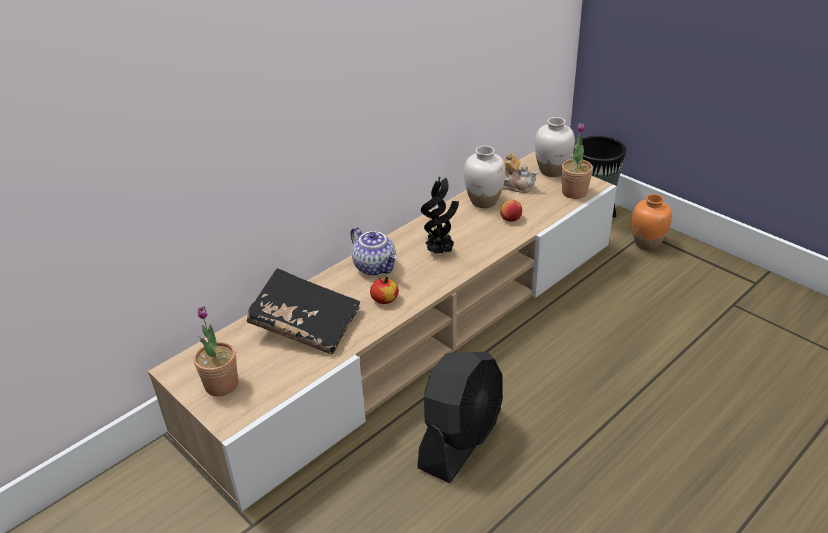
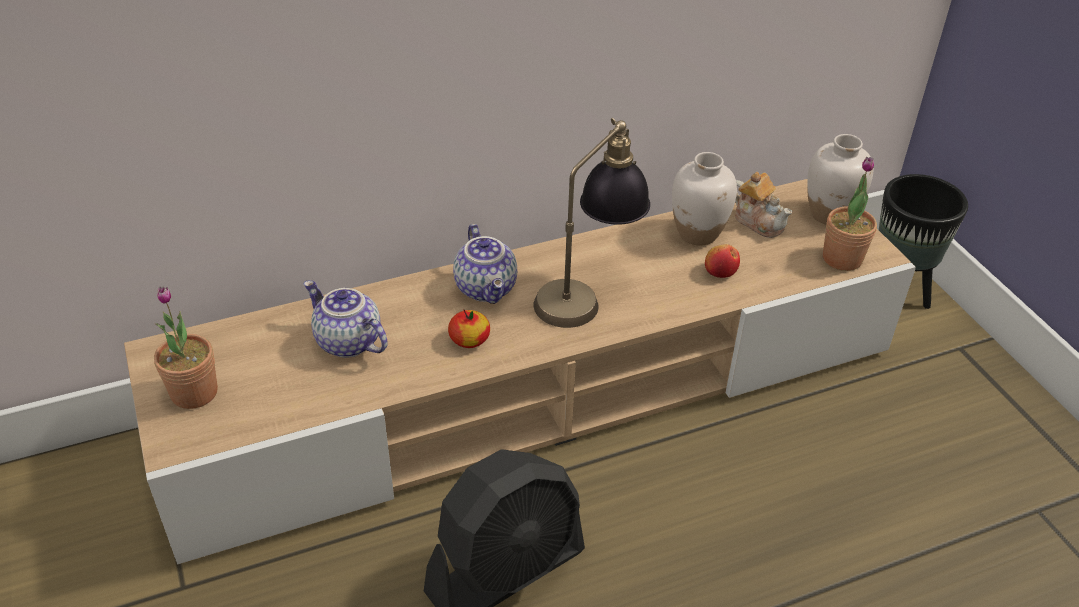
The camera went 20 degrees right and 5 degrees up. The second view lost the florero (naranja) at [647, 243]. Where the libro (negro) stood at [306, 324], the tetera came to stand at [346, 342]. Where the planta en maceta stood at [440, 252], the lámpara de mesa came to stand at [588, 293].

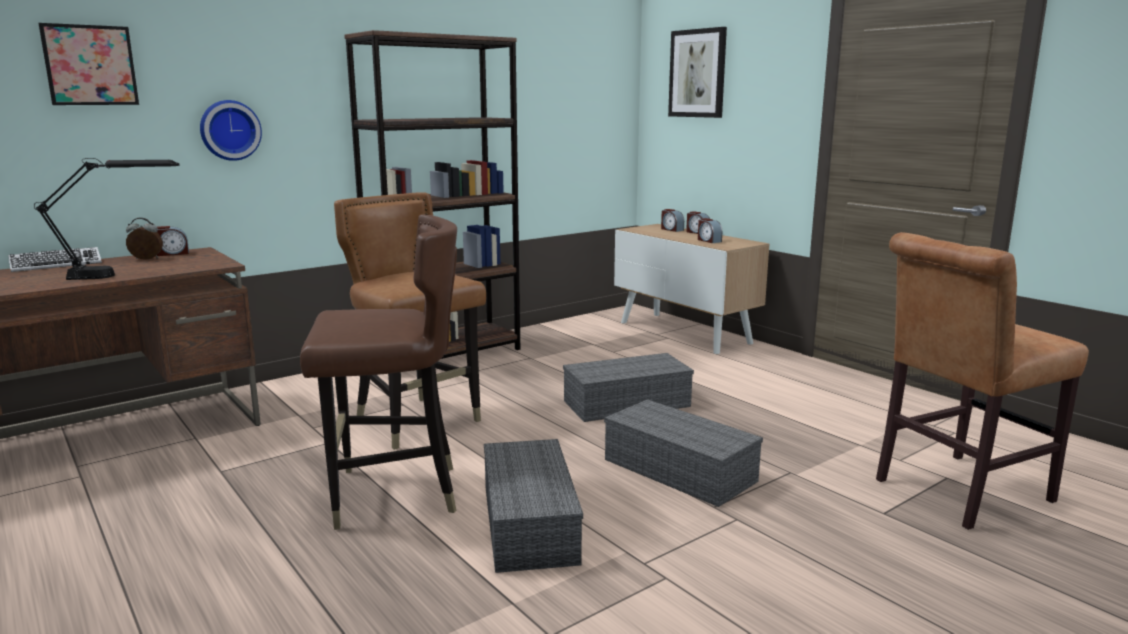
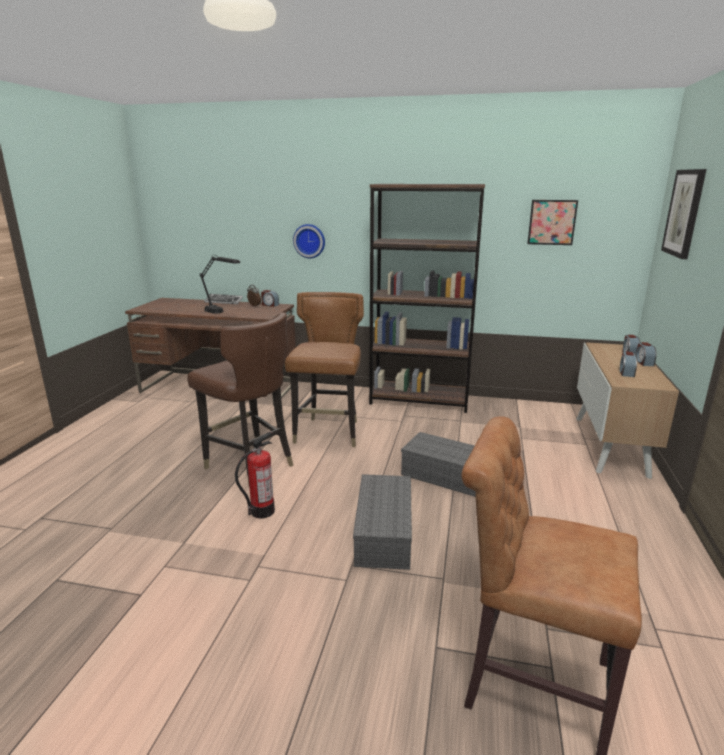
The camera went 50 degrees right and 5 degrees up. The cuadro ended up elsewhere, having gone from [90, 65] to [552, 222]. Where the caja de almacenaje (gris) stood at [527, 522], the extintor came to stand at [262, 511].

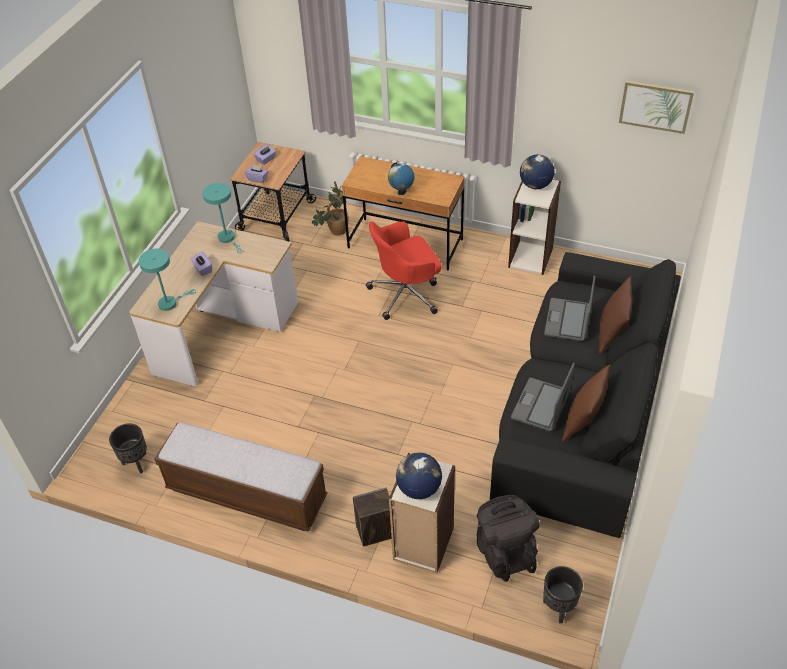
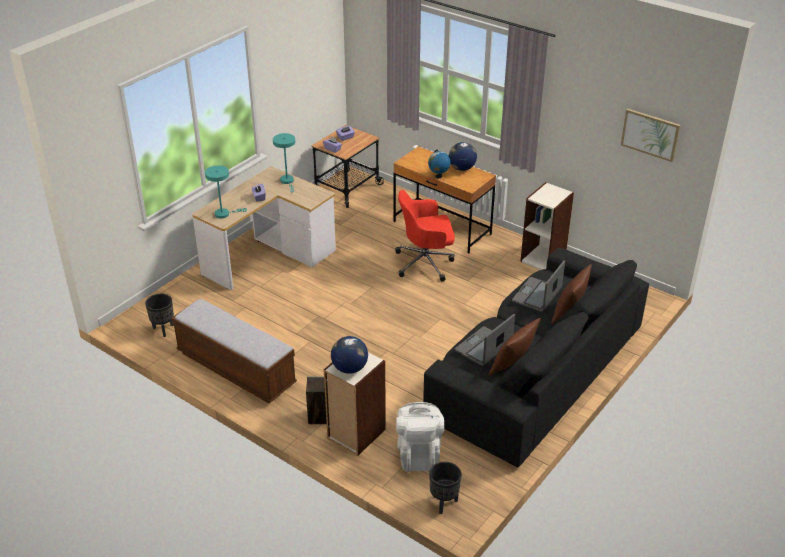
The camera went 15 degrees right and 10 degrees down. The second view lost the planta en maceta at [335, 232]. The globo terráqueo ended up elsewhere, having gone from [535, 185] to [461, 168]. What was the mochila (negro) at [504, 551] turned into the mochila (blanco) at [419, 454].

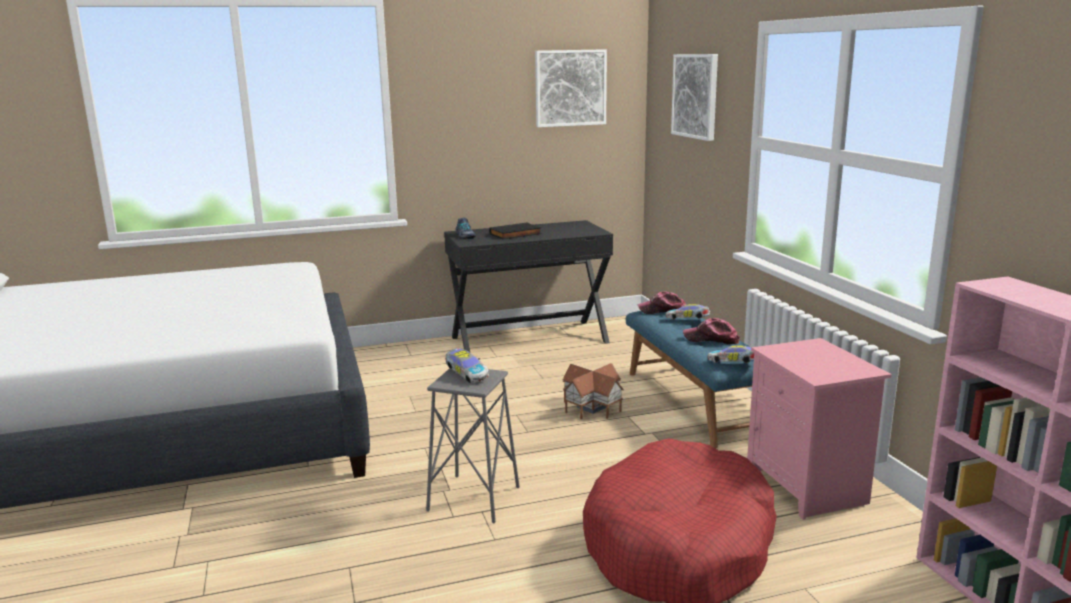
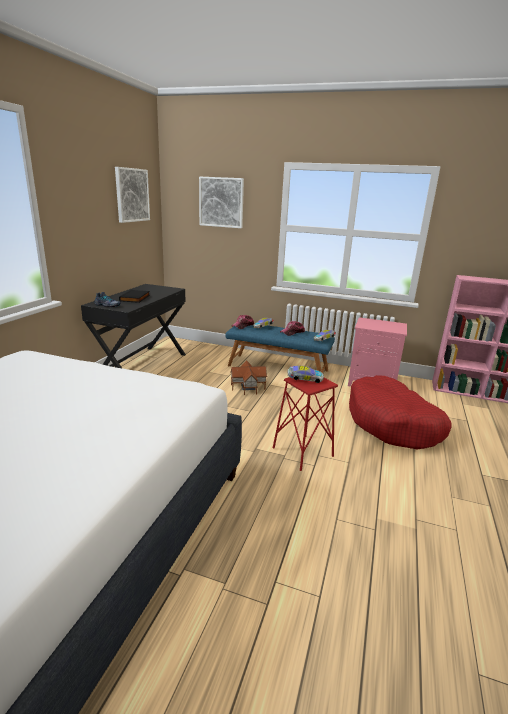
The camera went 55 degrees left and 5 degrees up. What was the taburete (gris) at [474, 498] turned into the taburete (rojo) at [302, 452].

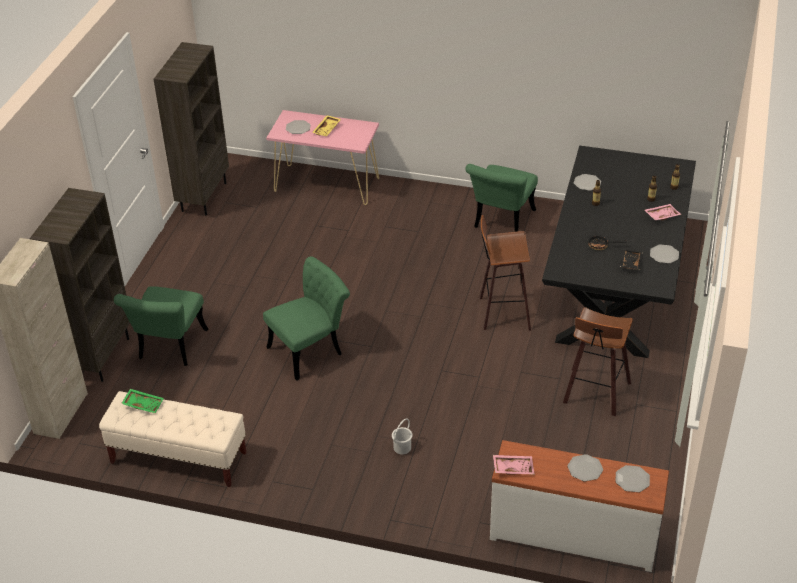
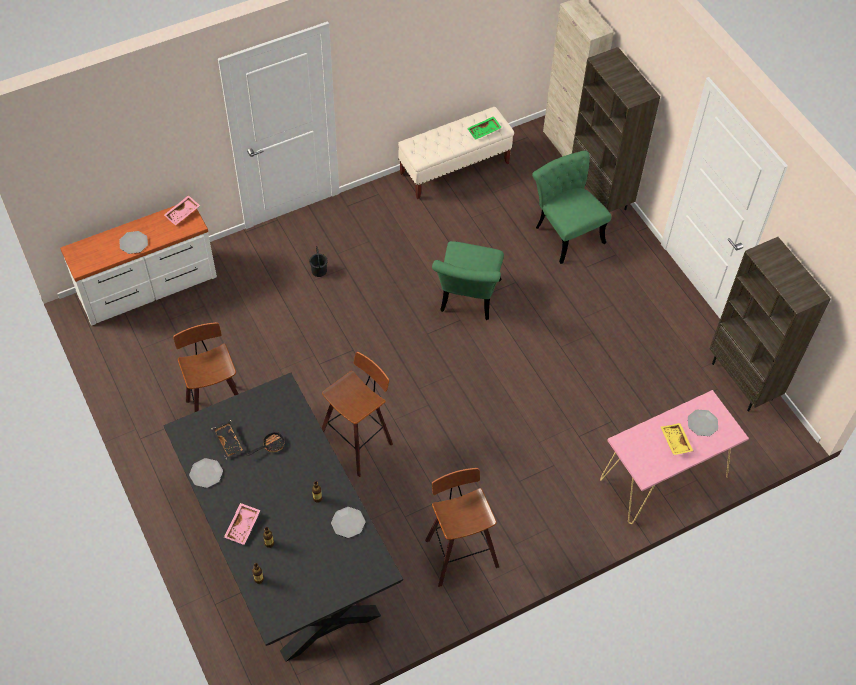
The camera went 135 degrees right and 15 degrees up. The second view lost the plato at [632, 479]. Where the silla (verde) stood at [501, 222], the taburete came to stand at [458, 552]. What was the cubo (blanco) at [402, 447] turned into the cubo (negro) at [319, 270].

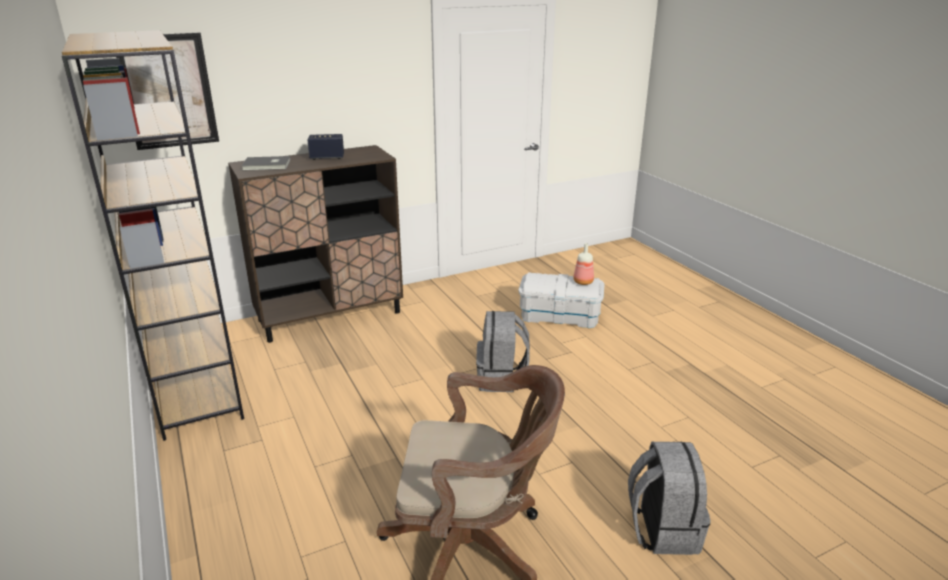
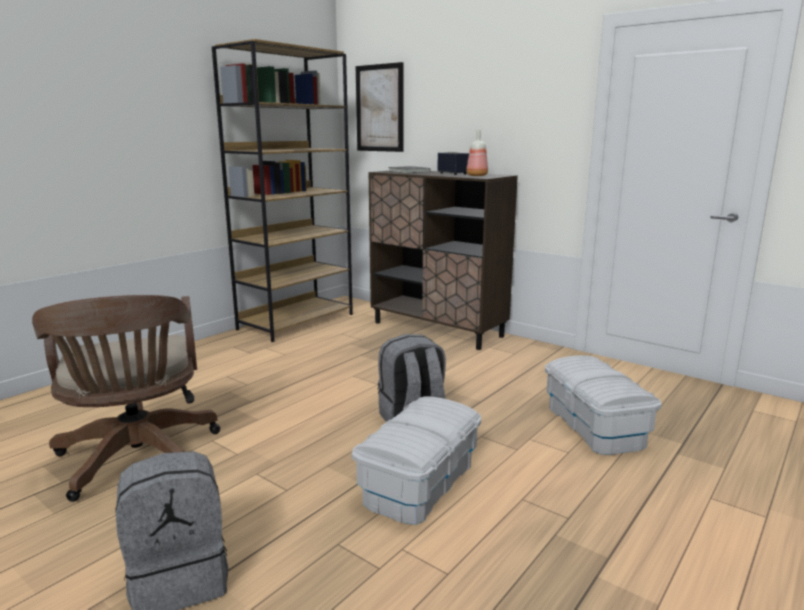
The camera went 65 degrees right and 10 degrees down. The second view gained the caja de almacenaje (blanco) at [420, 483]. The botella ended up elsewhere, having gone from [583, 282] to [477, 176].

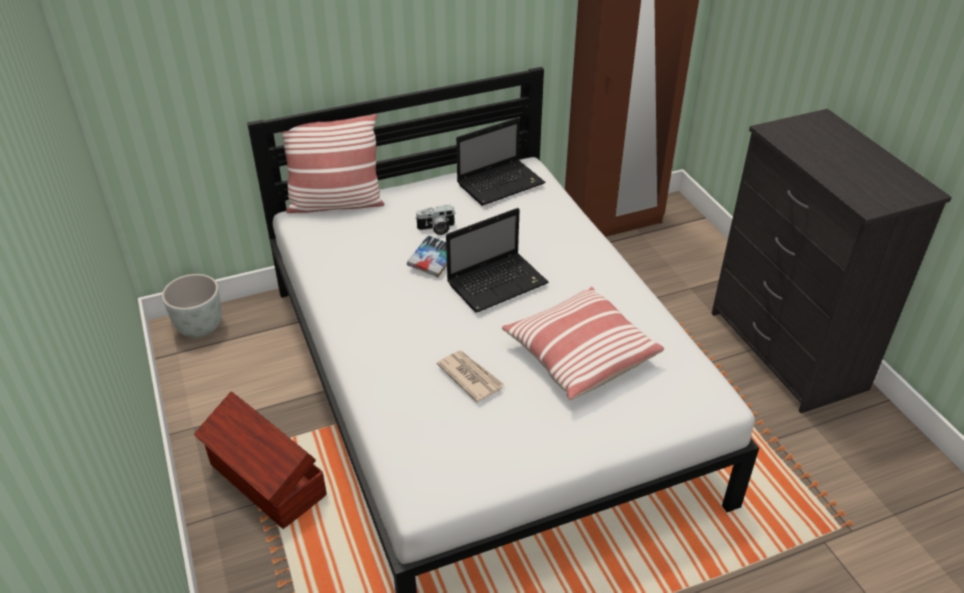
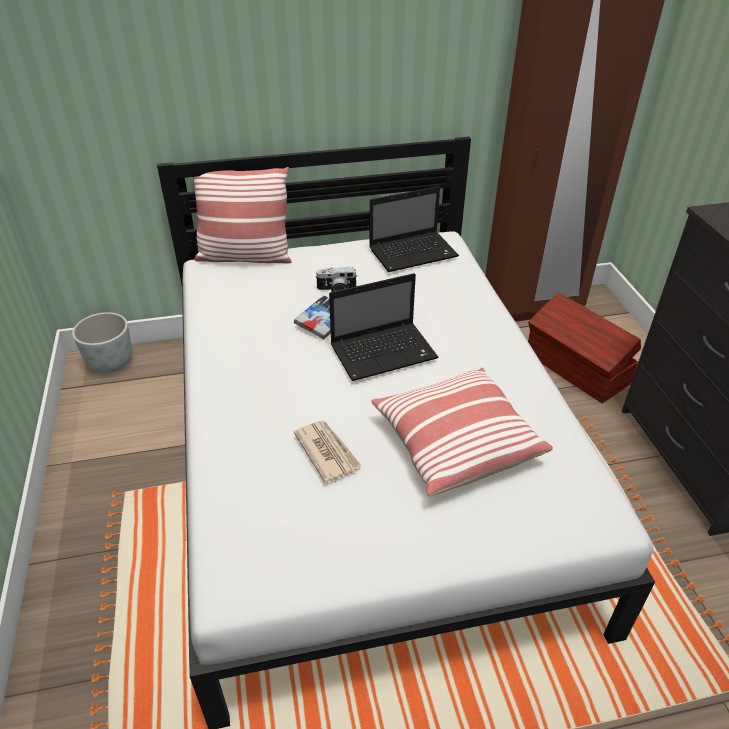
The camera went 10 degrees right and 0 degrees up. The caja de almacenaje (marrón) ended up elsewhere, having gone from [266, 481] to [576, 369].

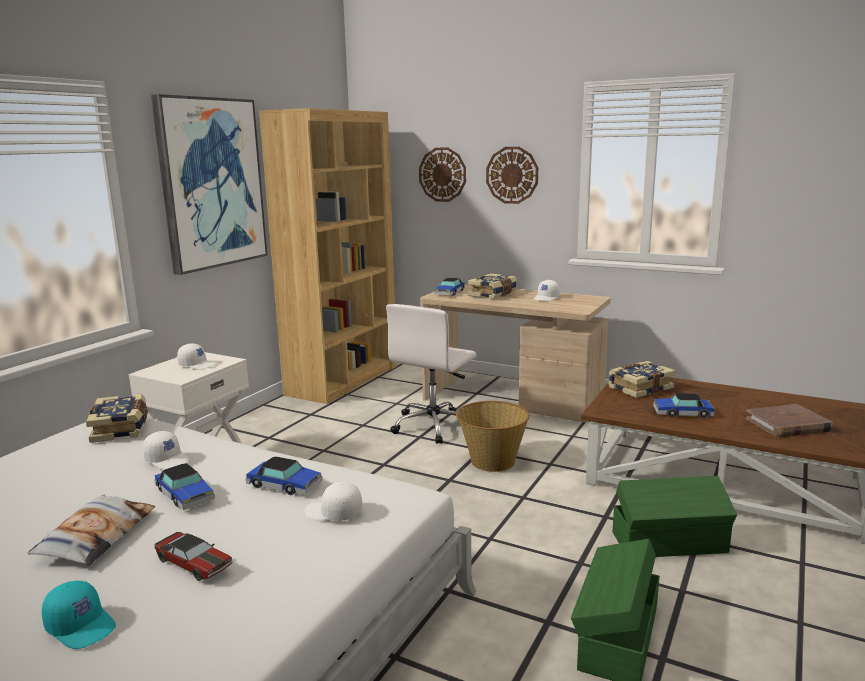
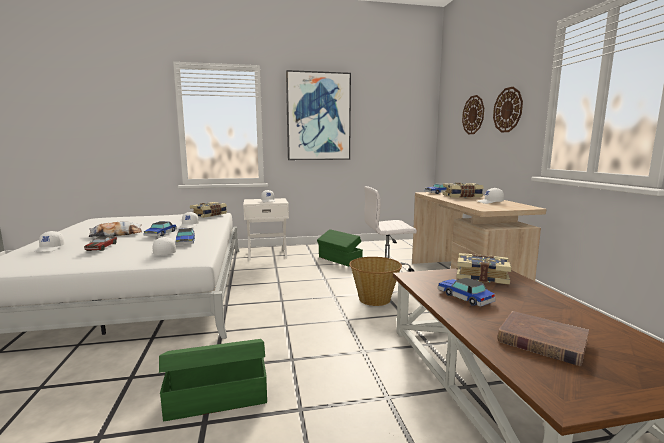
The camera went 50 degrees right and 5 degrees down. The second view lost the estantería (marrón) at [343, 380]. The caja de almacenaje (verde) ended up elsewhere, having gone from [670, 543] to [339, 260]. What was the gorra (turquesa) at [82, 626] turned into the gorra (blanco) at [50, 248].

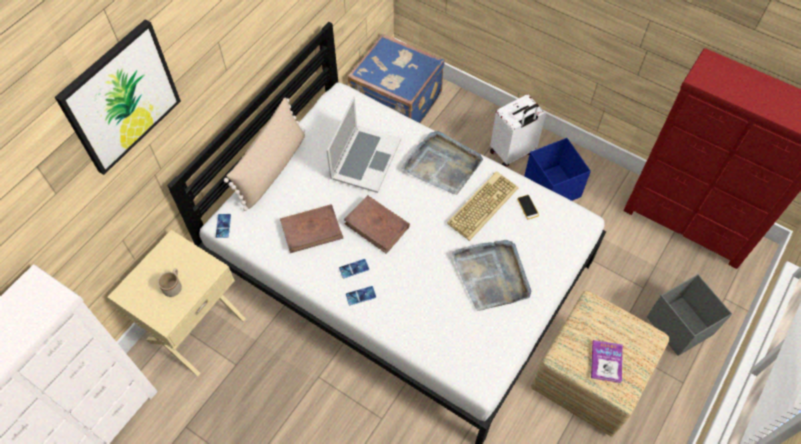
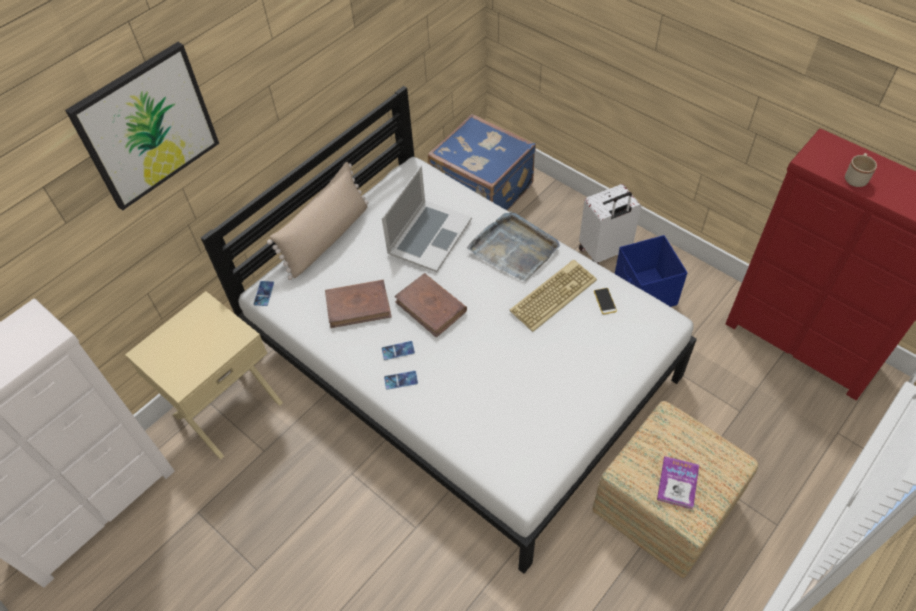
The camera went 10 degrees right and 5 degrees down. The second view lost the bandeja (gris) at [492, 275]. The second view lost the caja de almacenaje (gris) at [679, 325]. The taza grande (beis) ended up elsewhere, having gone from [174, 286] to [856, 177].

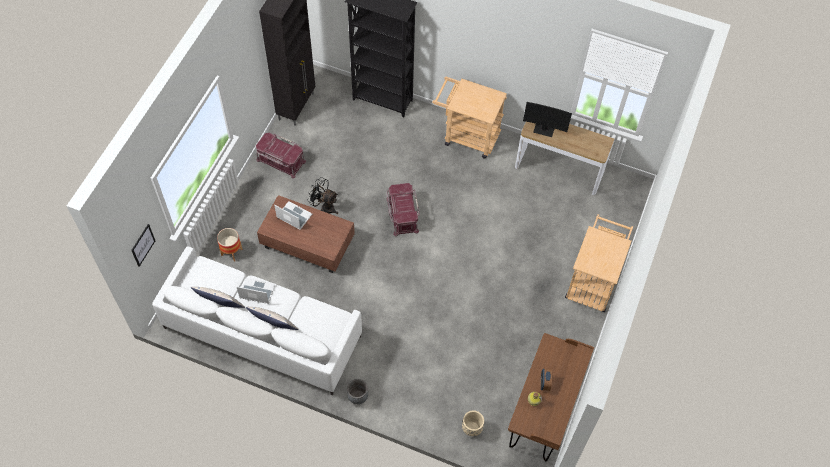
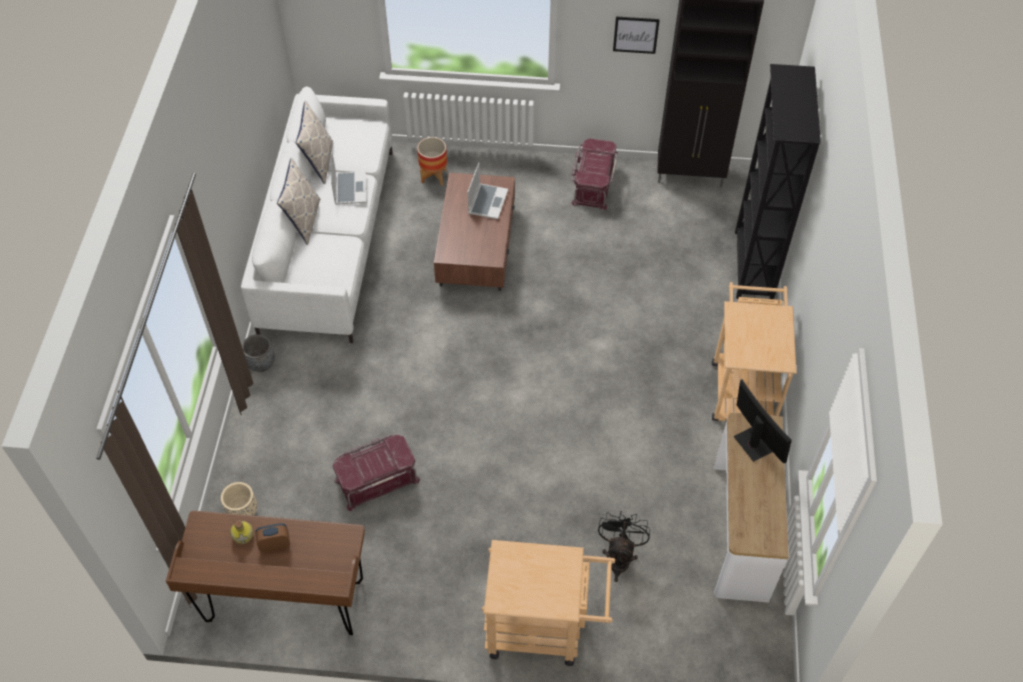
The camera went 75 degrees right and 5 degrees down. The cuadro ended up elsewhere, having gone from [143, 245] to [635, 34]. The ventilador (negro) ended up elsewhere, having gone from [324, 207] to [619, 557]. The caja de almacenaje (rojo) ended up elsewhere, having gone from [402, 215] to [376, 479]. The monitor at [544, 129] ended up facing another way, 150 degrees clockwise from before.

